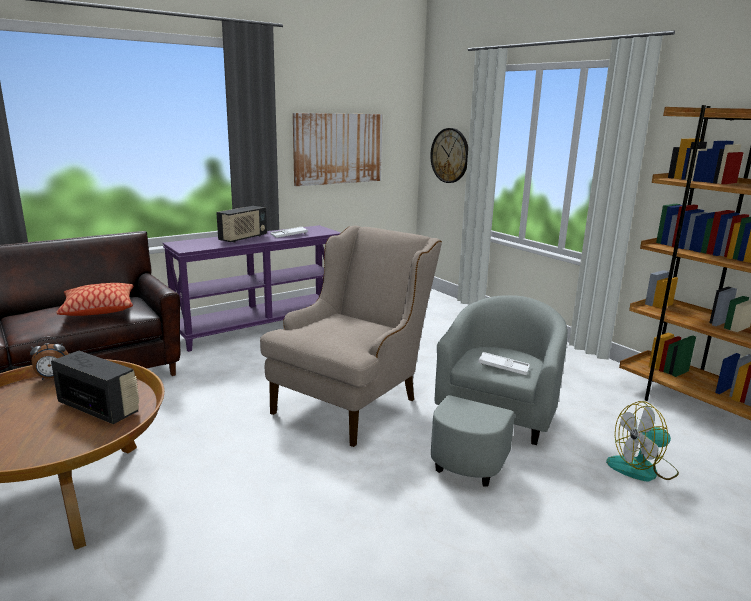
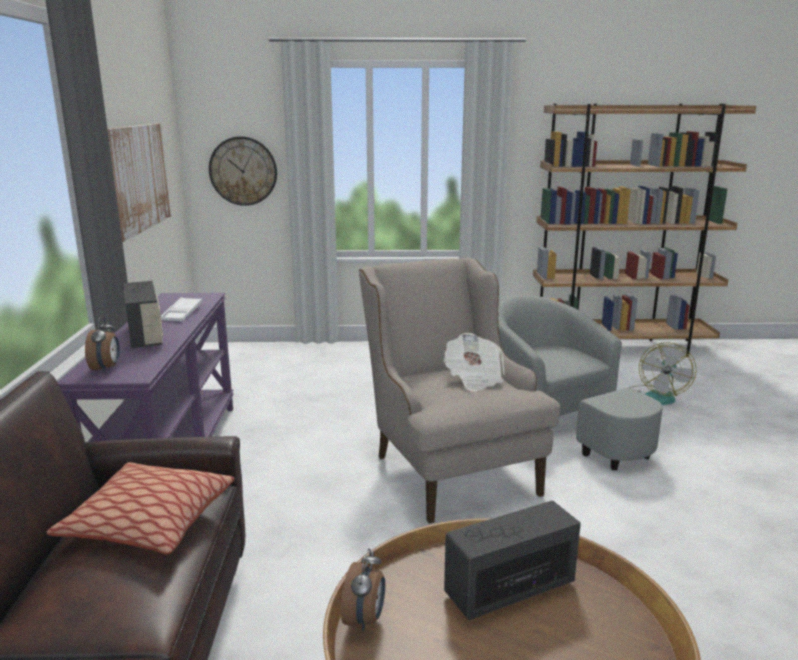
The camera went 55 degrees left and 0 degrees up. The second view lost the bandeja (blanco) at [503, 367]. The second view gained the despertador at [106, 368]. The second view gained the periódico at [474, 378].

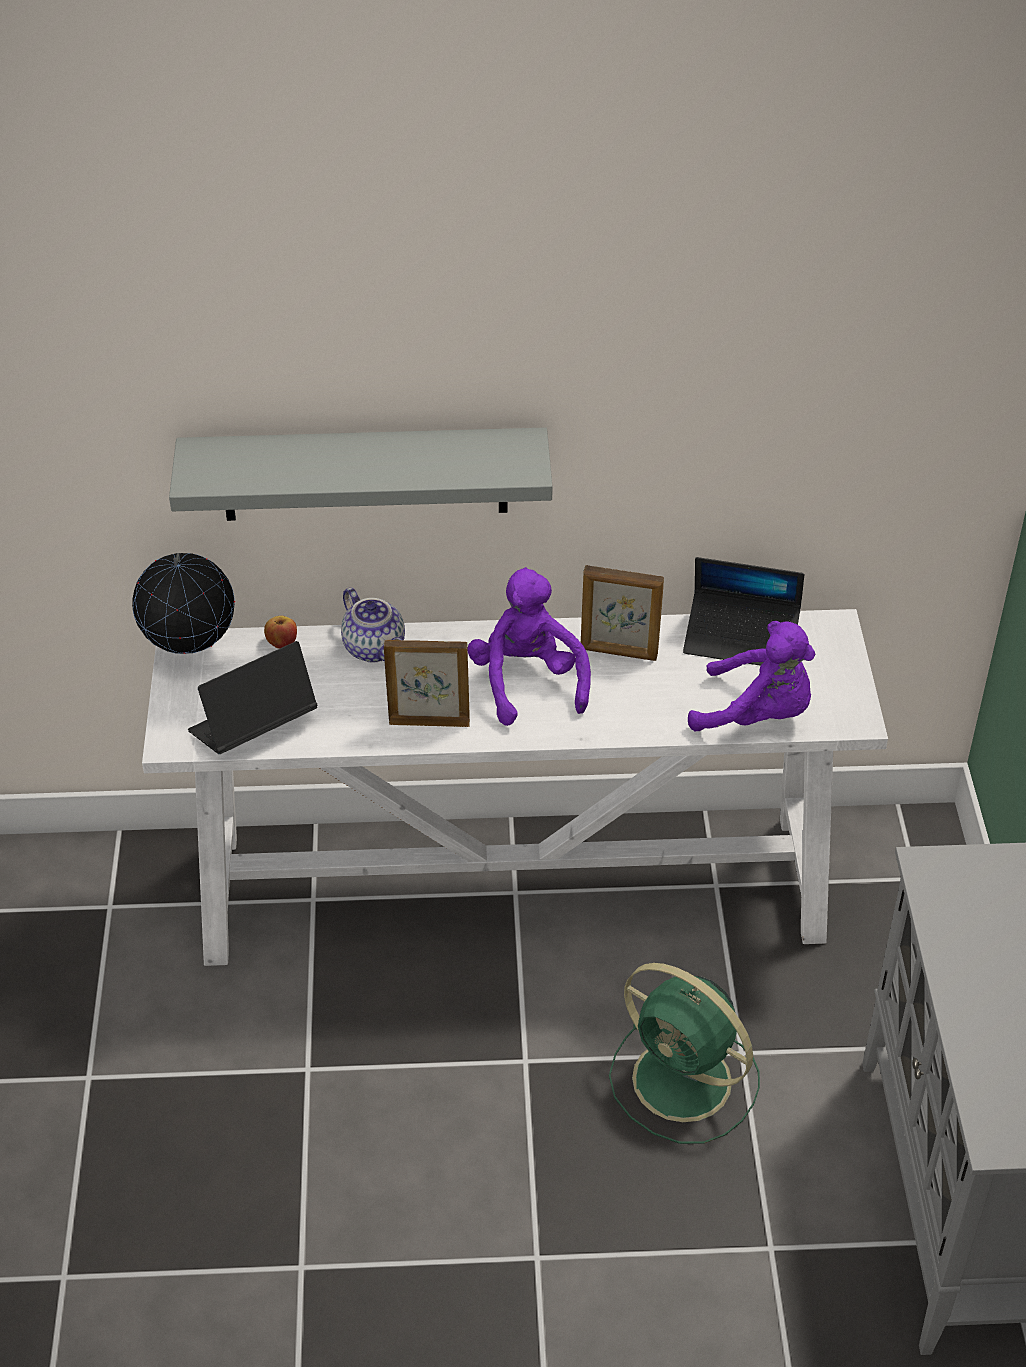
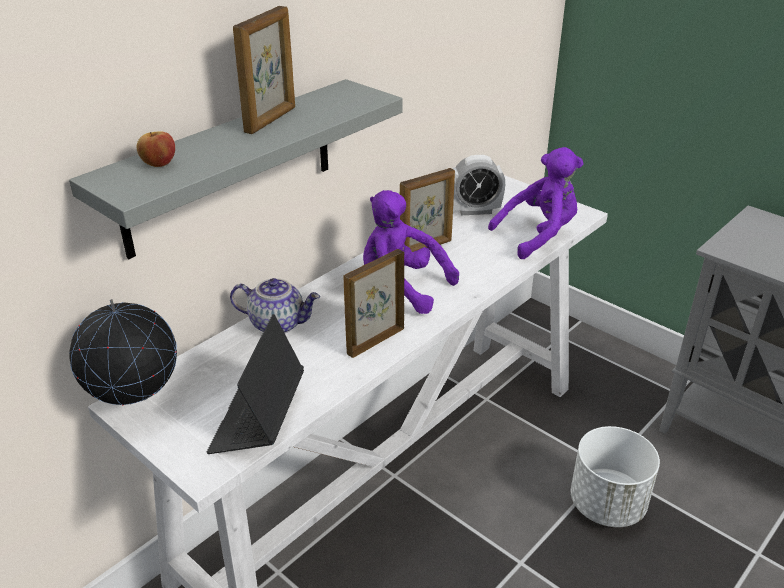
The camera went 45 degrees left and 10 degrees down. The second view gained the portarretratos at [271, 120]. The manzana ended up elsewhere, having gone from [281, 643] to [159, 163]. Where the ventilador (verde) stood at [686, 1082], the maceta (blanco) came to stand at [607, 504]. Where the portátil stood at [741, 639], the despertador came to stand at [475, 210].

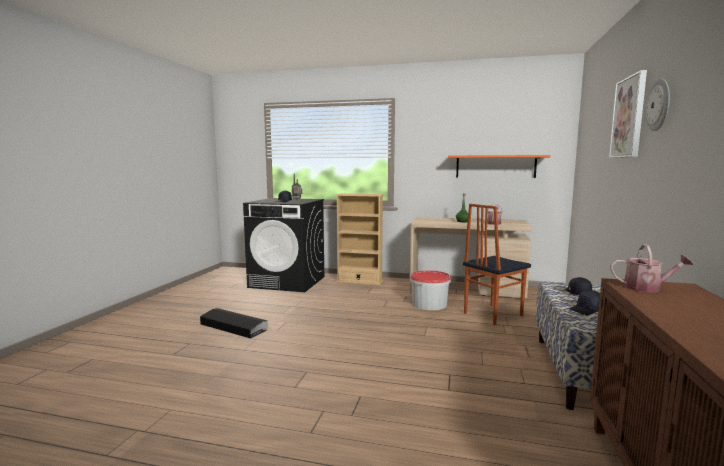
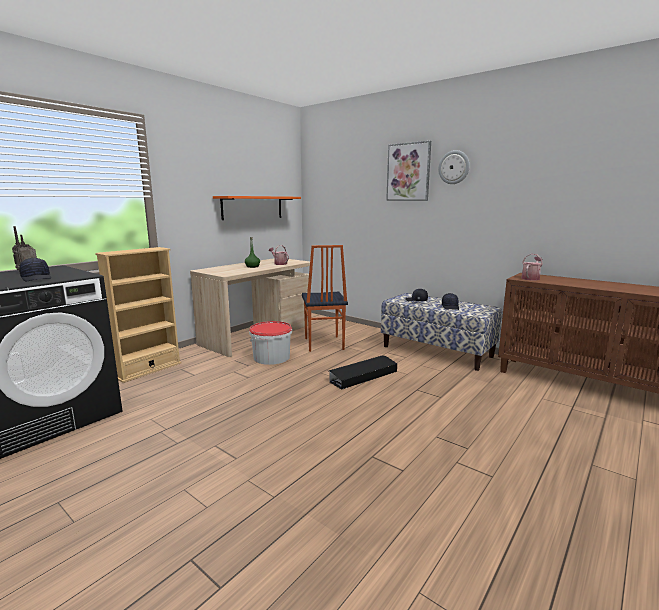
The camera went 65 degrees left and 5 degrees up. The caja de almacenaje (negro) ended up elsewhere, having gone from [233, 327] to [362, 376].

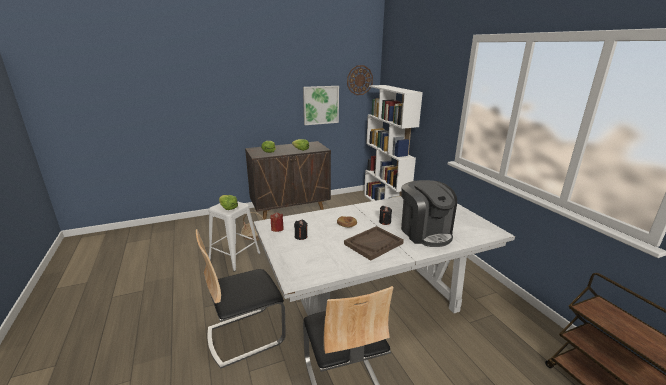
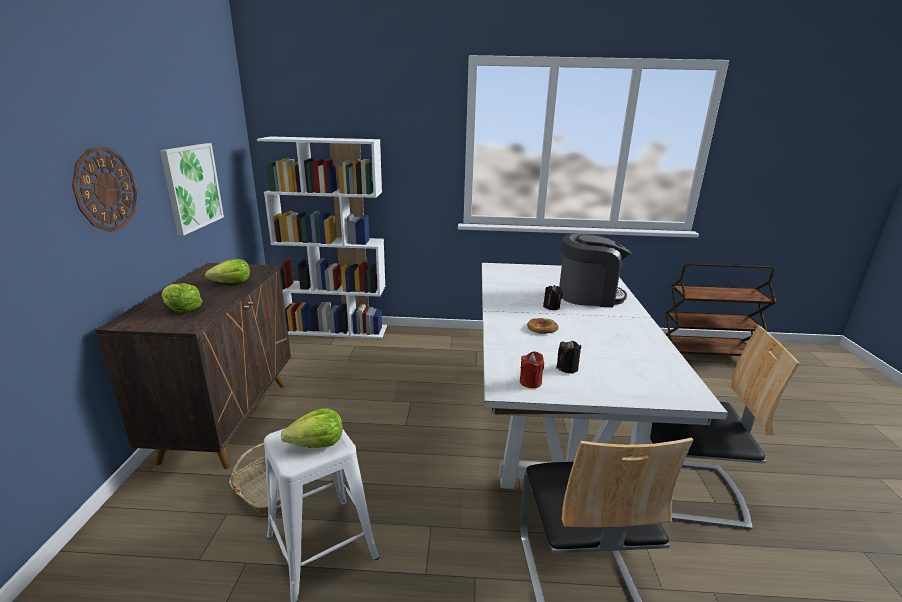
The camera went 65 degrees left and 0 degrees up. The second view lost the bandeja (marrón) at [373, 244]. The reloj de pared ended up elsewhere, having gone from [359, 80] to [105, 189].

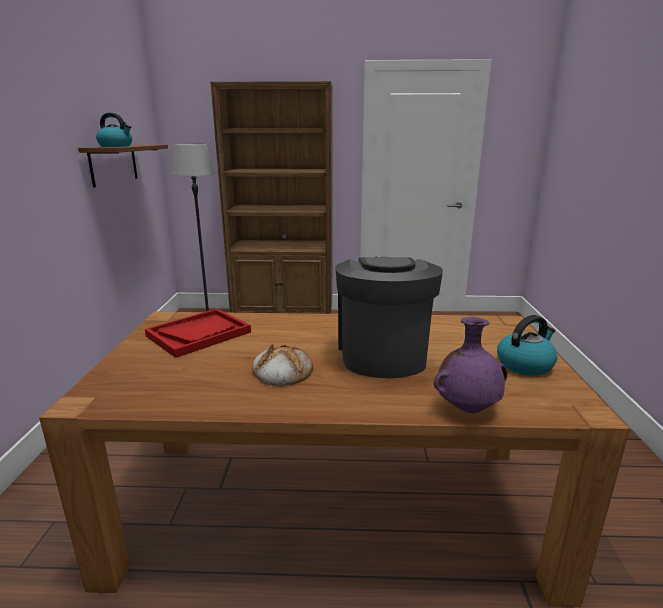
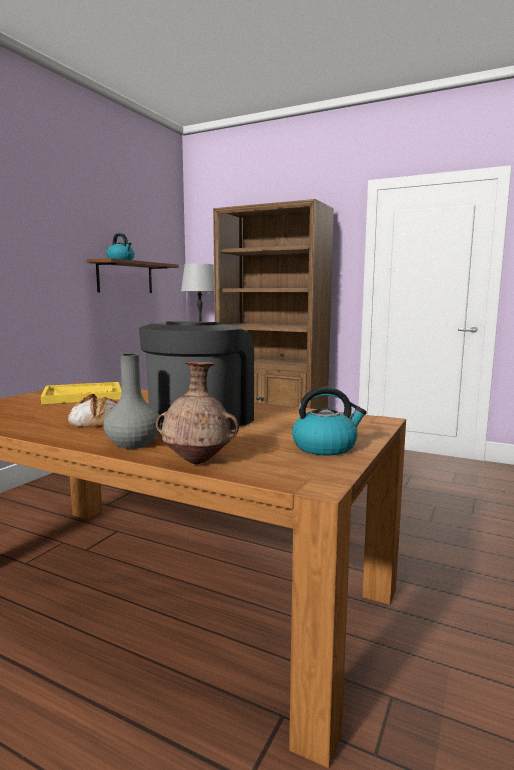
The camera went 25 degrees right and 10 degrees down. The second view gained the florero (gris) at [134, 444]. What was the bandeja (rojo) at [199, 334] turned into the bandeja (amarillo) at [83, 395]. What was the florero (morado) at [468, 408] turned into the florero (marrón) at [198, 461].

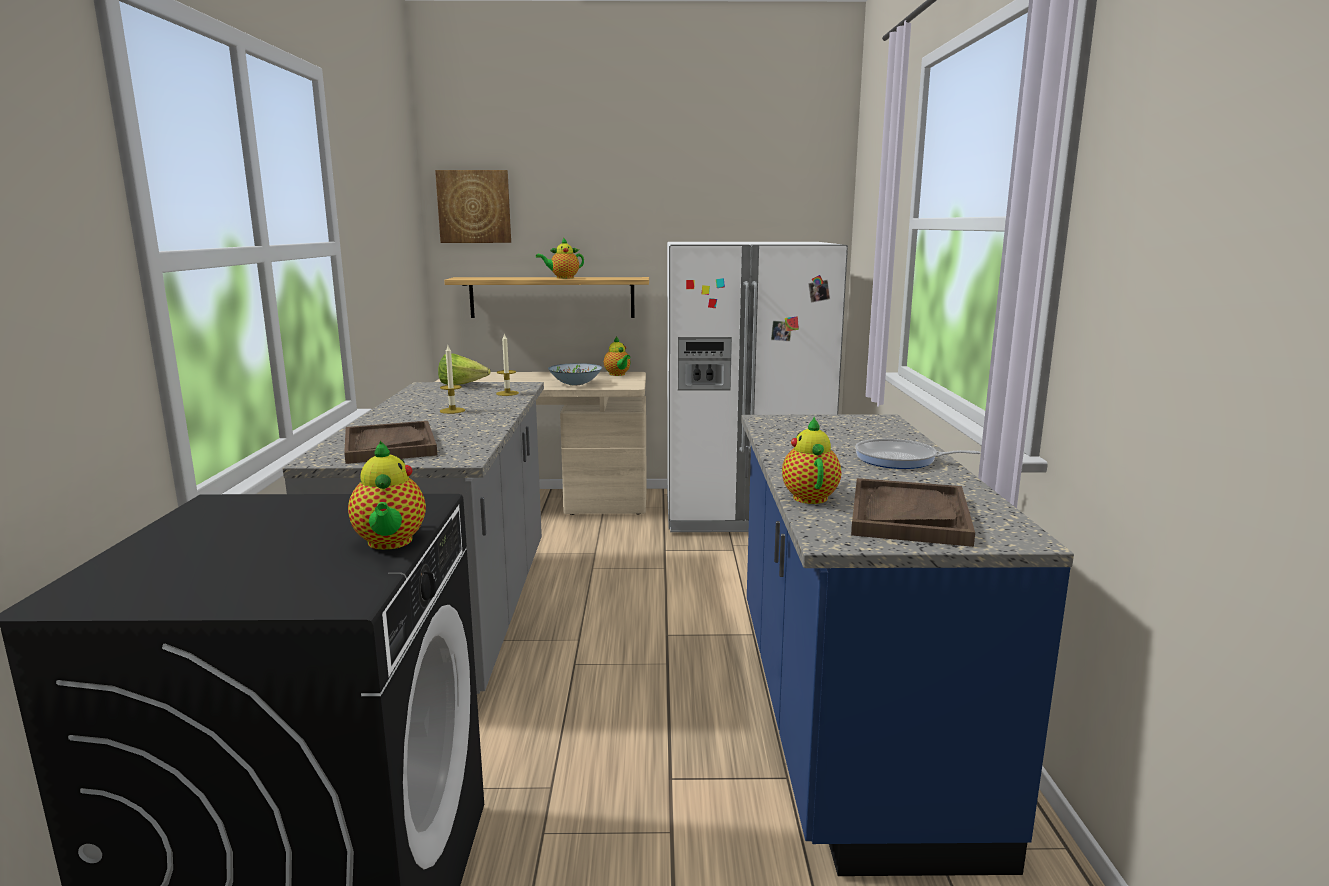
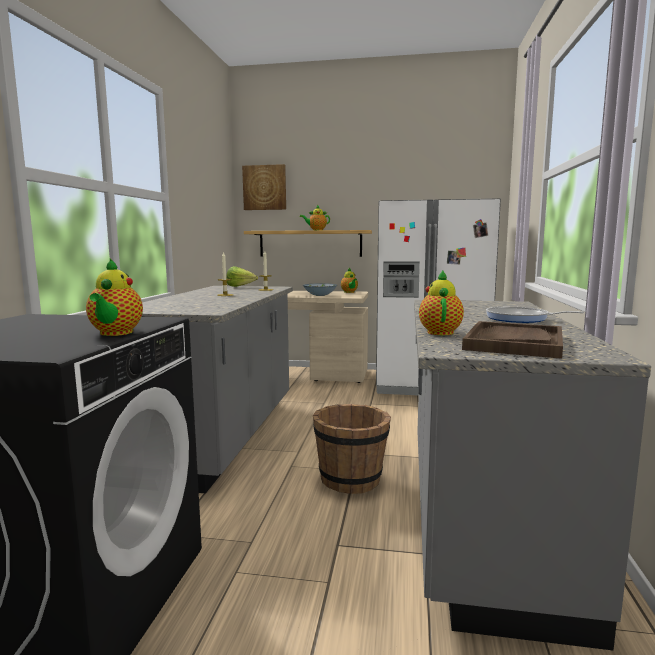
The camera went 10 degrees right and 5 degrees down. The second view lost the bandeja (marrón) at [389, 445]. The second view gained the cubo (marrón) at [351, 479]. What was the mueble bajo de cocina (azul) at [846, 718] turned into the mueble bajo de cocina (gris) at [479, 517].

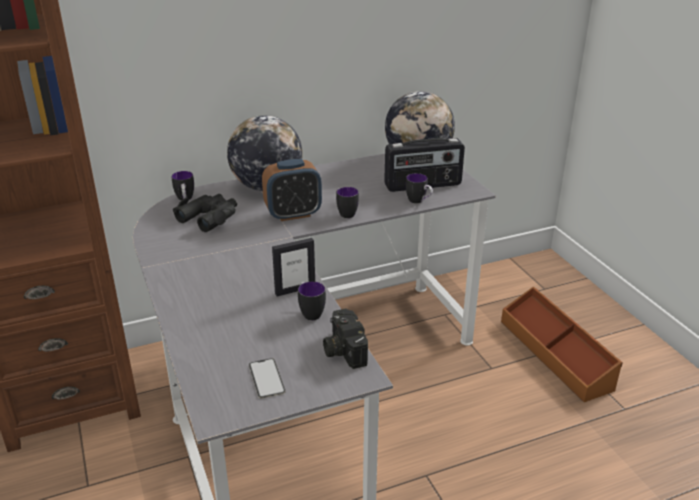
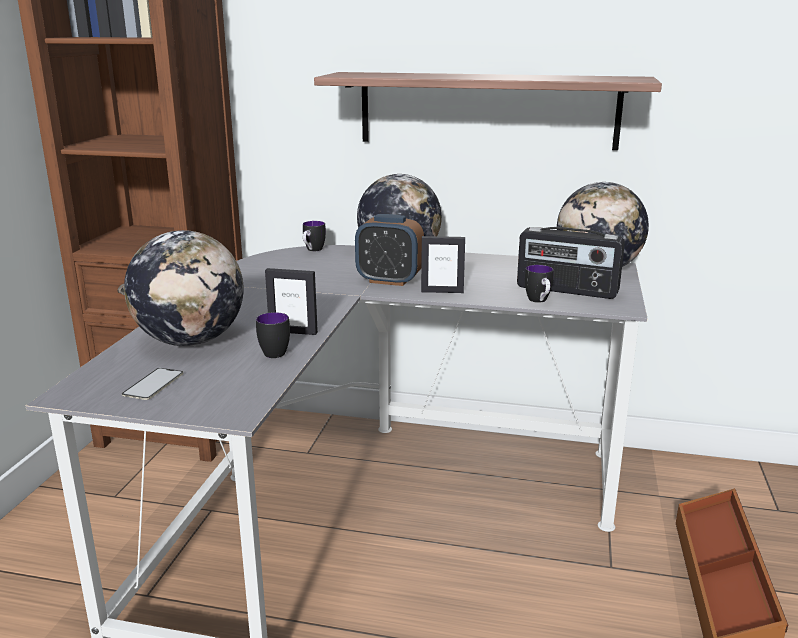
The camera went 35 degrees right and 10 degrees down. The second view lost the prismáticos (negro) at [209, 217]. The second view lost the cámara at [342, 349]. The second view gained the globo terráqueo at [191, 341]. The second view gained the estante at [487, 110]. Where the taza grande stood at [345, 213], the portarretratos came to stand at [442, 291].

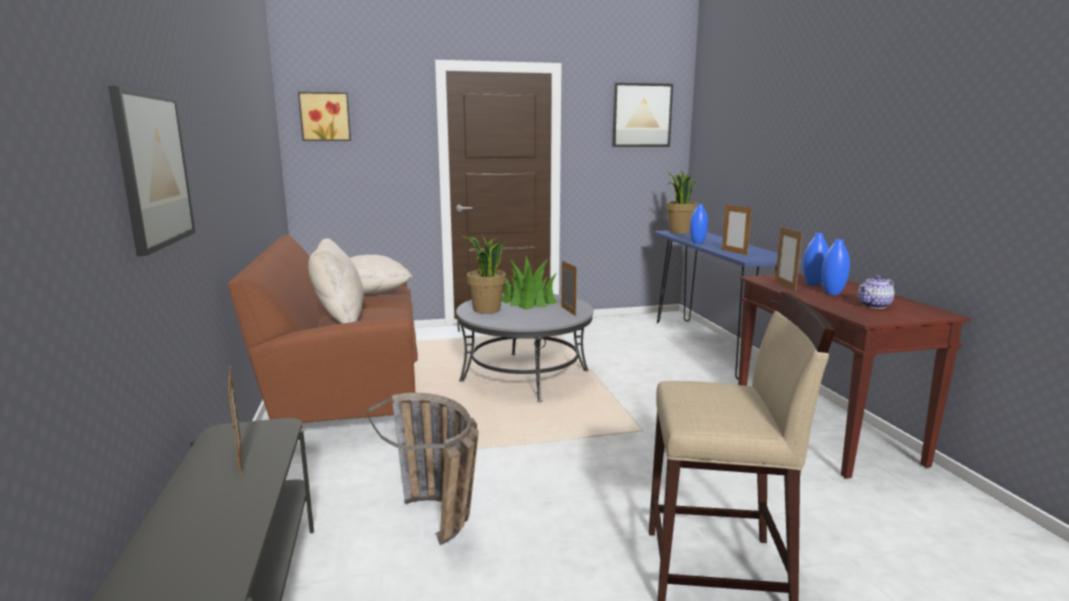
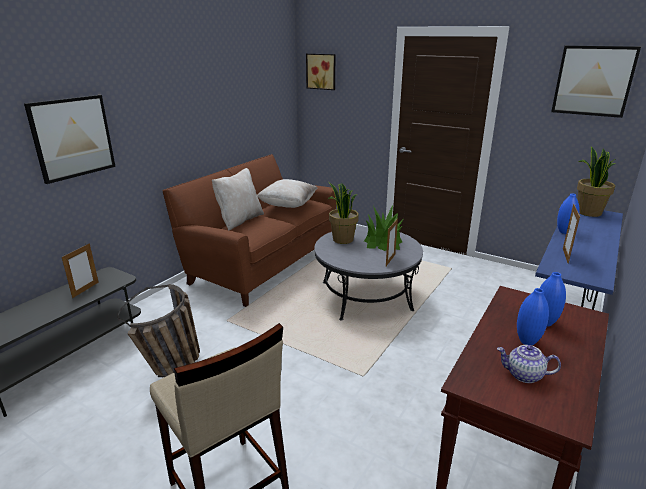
The camera went 45 degrees right and 10 degrees up. The second view lost the portarretratos at [785, 286].

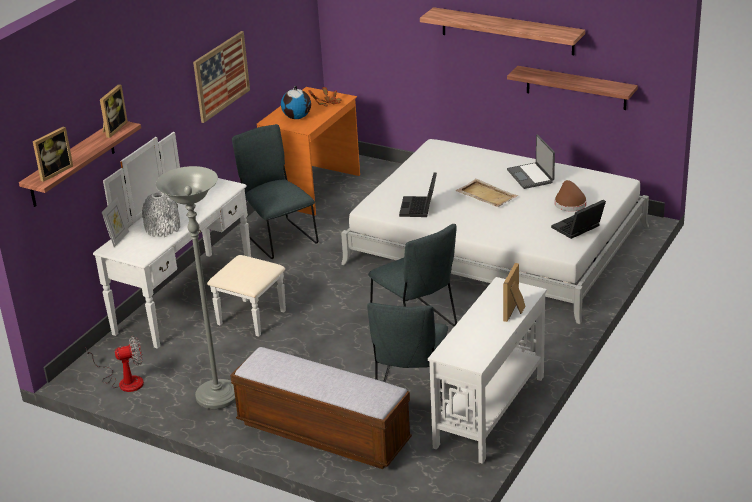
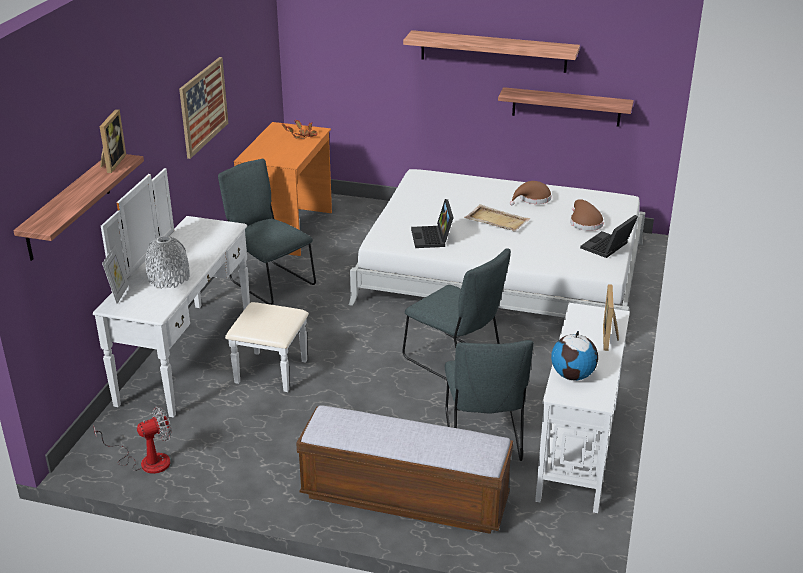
The camera went 15 degrees left and 0 degrees up. The second view lost the portarretratos at [54, 172]. The second view lost the lámpara de pie (gris) at [217, 396]. The globo terráqueo ended up elsewhere, having gone from [297, 117] to [573, 375]. Where the portátil stood at [531, 176], the sombrero (marrón) came to stand at [532, 199].

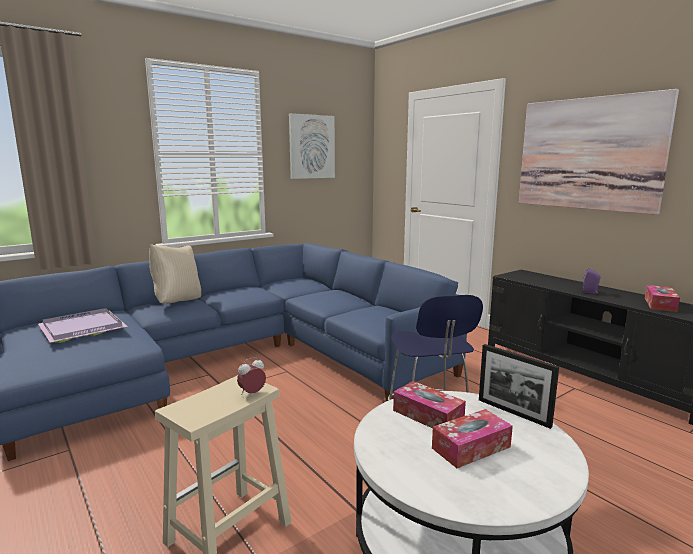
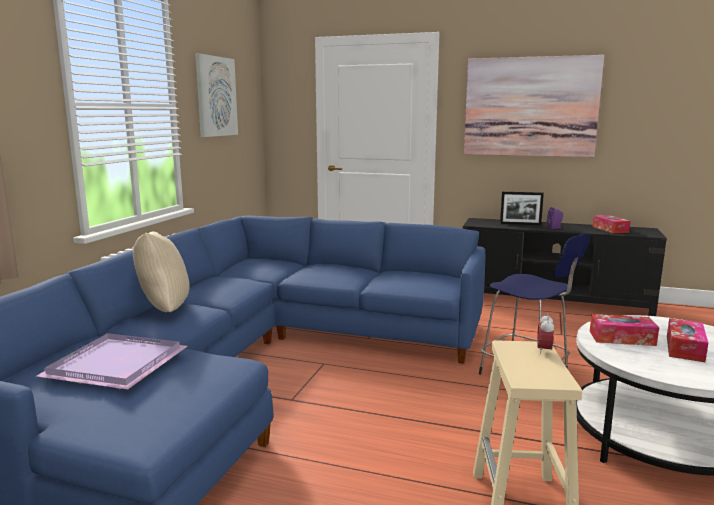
The camera went 35 degrees left and 0 degrees up. The portarretratos ended up elsewhere, having gone from [513, 413] to [520, 224].

